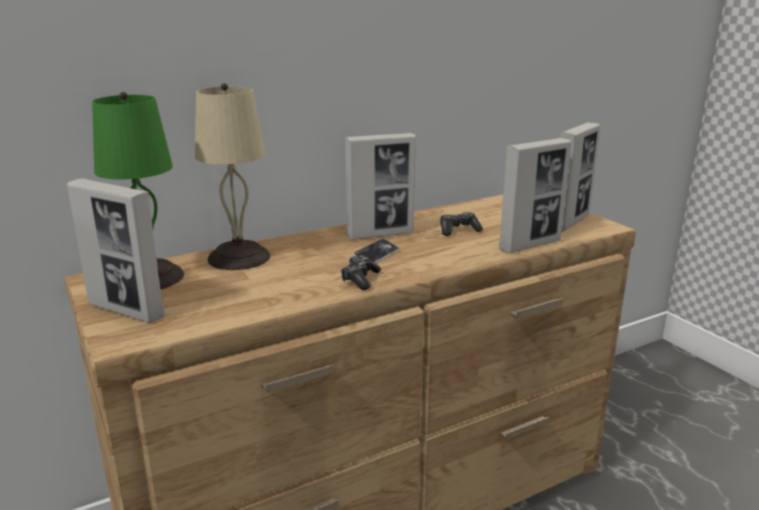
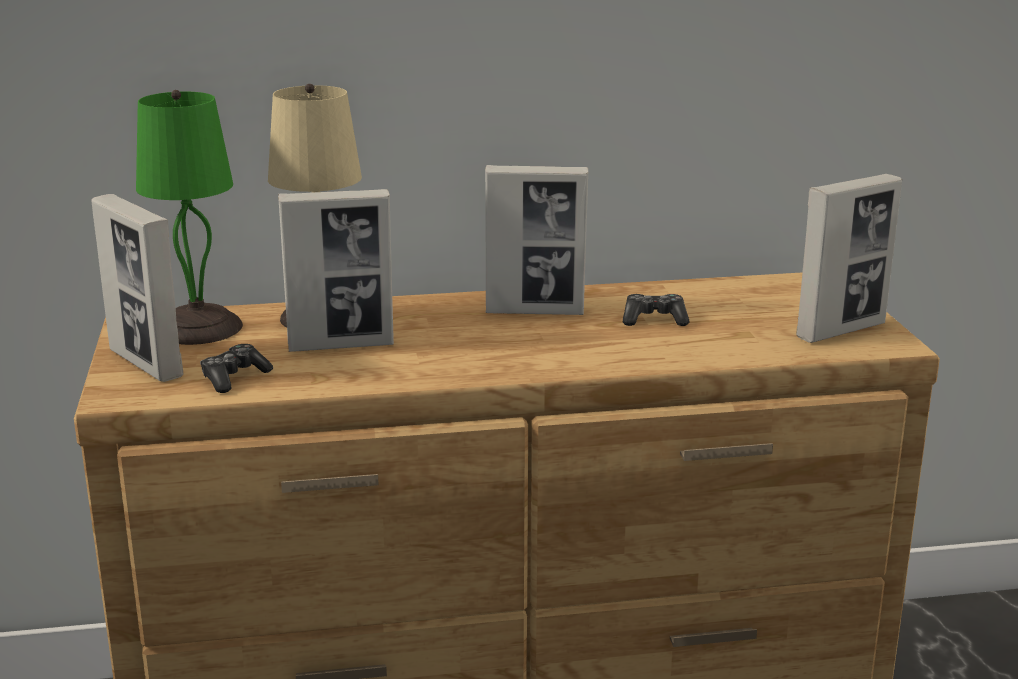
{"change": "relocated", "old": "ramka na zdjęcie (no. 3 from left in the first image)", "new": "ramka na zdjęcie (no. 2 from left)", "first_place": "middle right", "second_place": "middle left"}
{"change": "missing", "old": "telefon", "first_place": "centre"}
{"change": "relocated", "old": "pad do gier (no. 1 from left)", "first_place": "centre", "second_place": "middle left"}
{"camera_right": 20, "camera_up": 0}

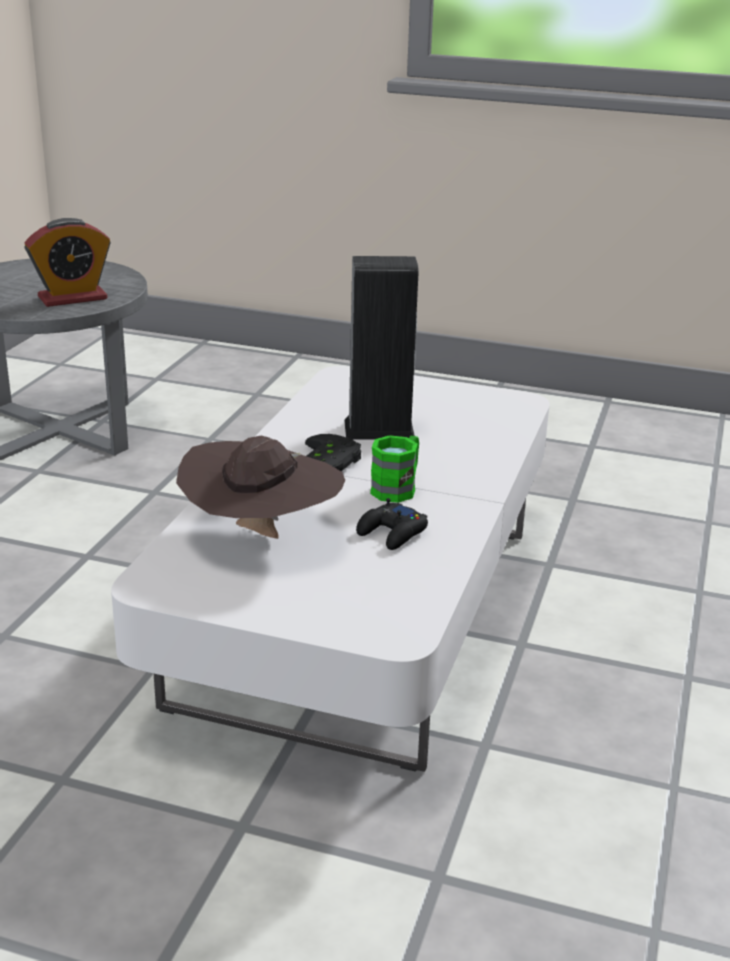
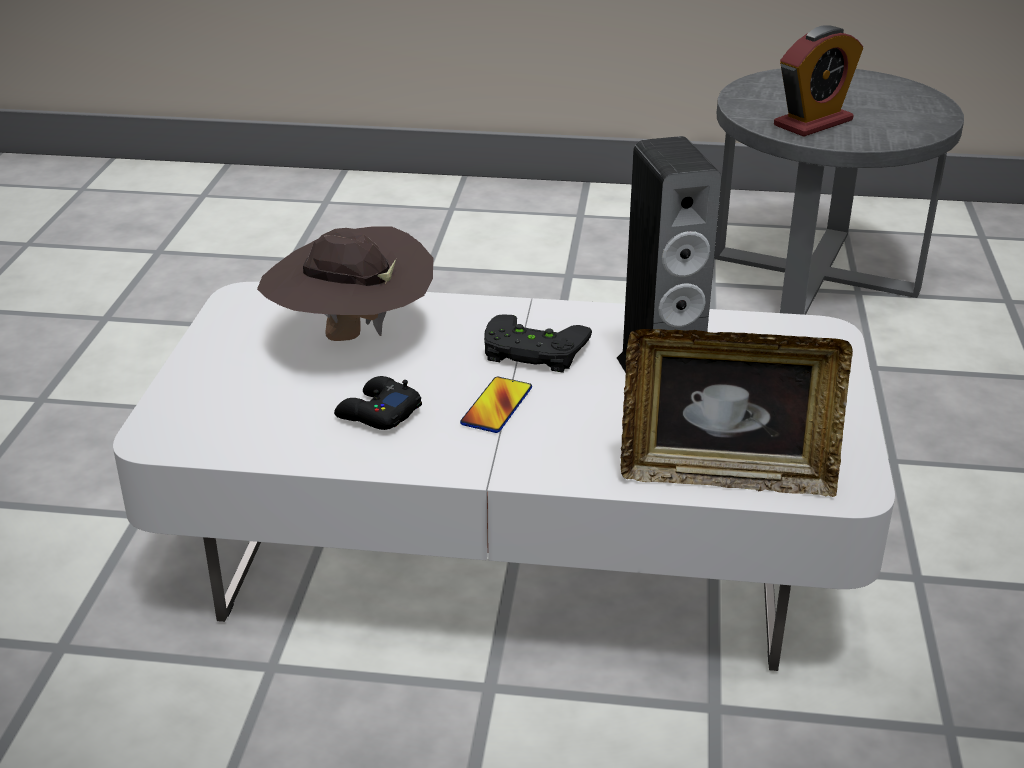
{"change": "spun", "old": "budzik", "first_place": "top left", "second_place": "top right", "degrees": -90}
{"change": "exchanged", "old": "kubek [zielony]", "new": "telefon", "first_place": "centre", "second_place": "centre"}
{"change": "appeared", "new": "ramka na zdjęcie", "second_place": "middle right"}
{"camera_right": 80, "camera_up": 5}

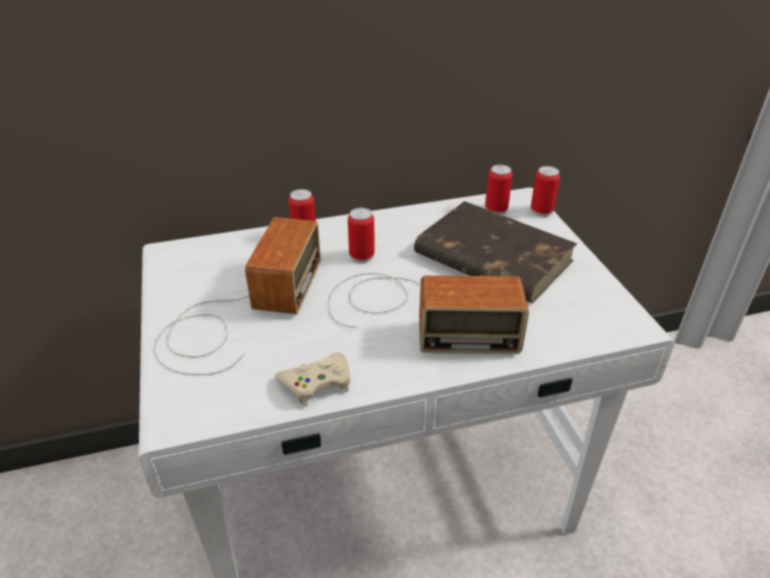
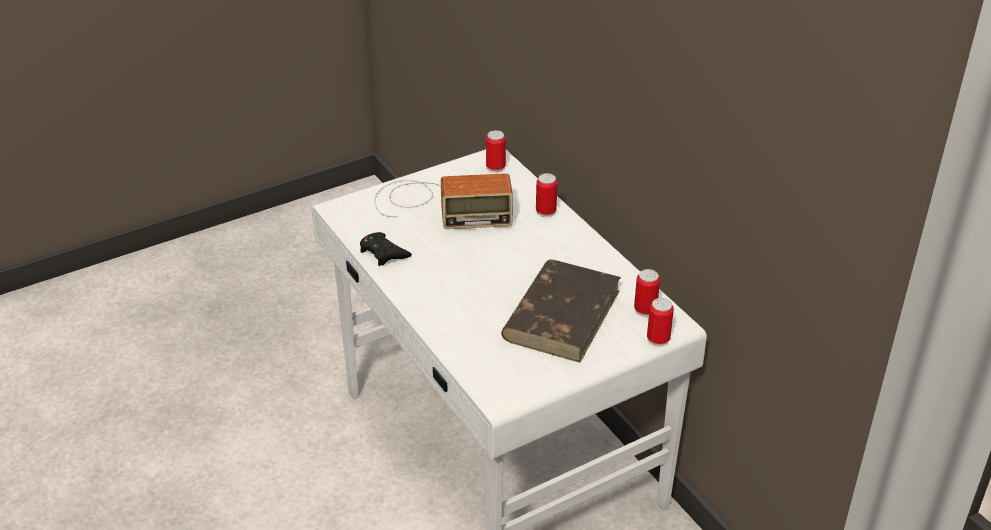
{"change": "relocated", "old": "puszka (no. 2 from left in the first image)", "new": "puszka (no. 1 from left)", "first_place": "centre", "second_place": "top centre"}
{"change": "missing", "old": "radio (no. 2 from left)", "first_place": "centre"}
{"change": "colour", "old": "pad do gier [beżowy]", "new": "pad do gier [czarny]", "first_place": "centre", "second_place": "centre"}
{"camera_right": 75, "camera_up": 0}

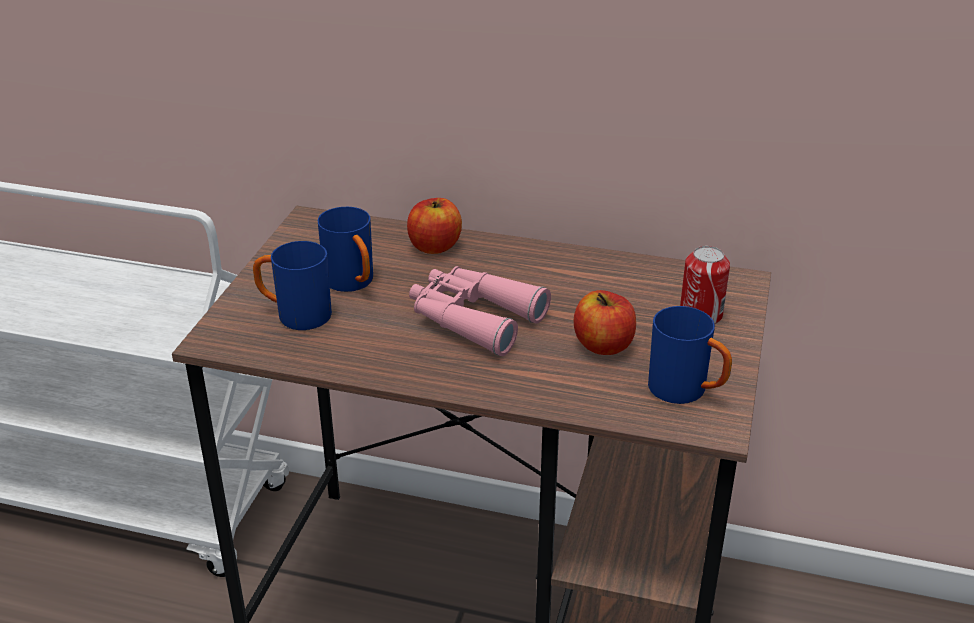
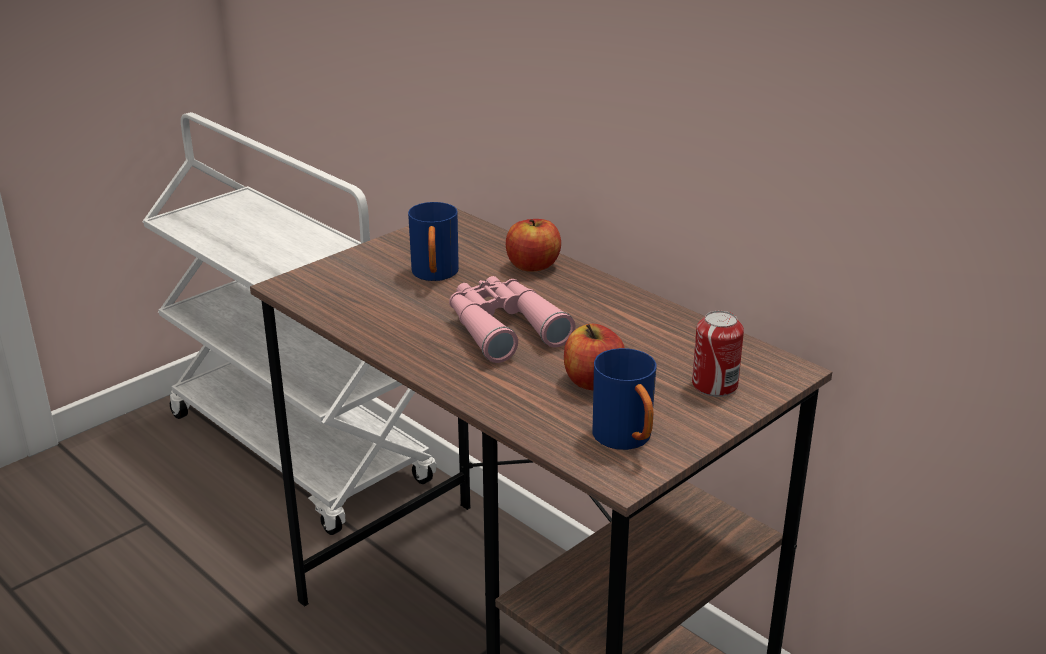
{"change": "missing", "old": "kubek [niebieski] (no. 1 from left)", "first_place": "middle left"}
{"camera_right": 30, "camera_up": -5}

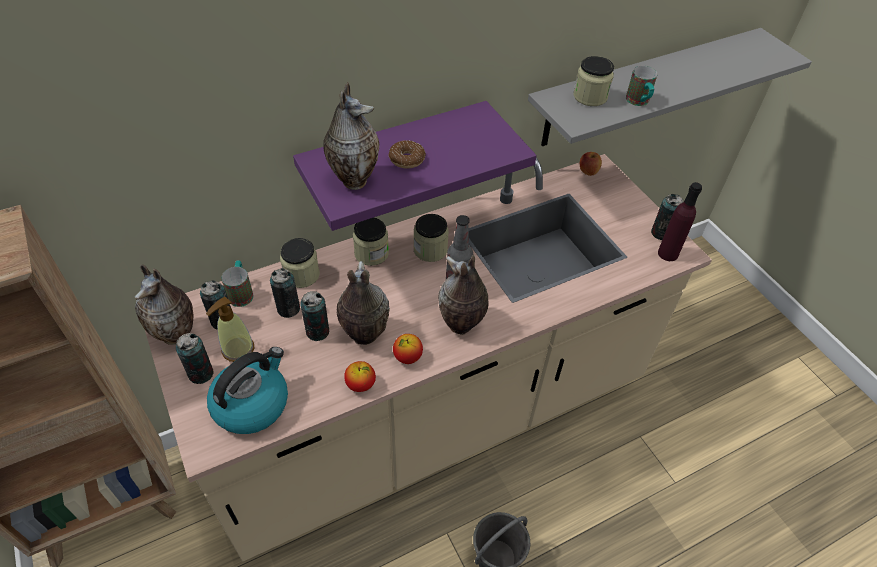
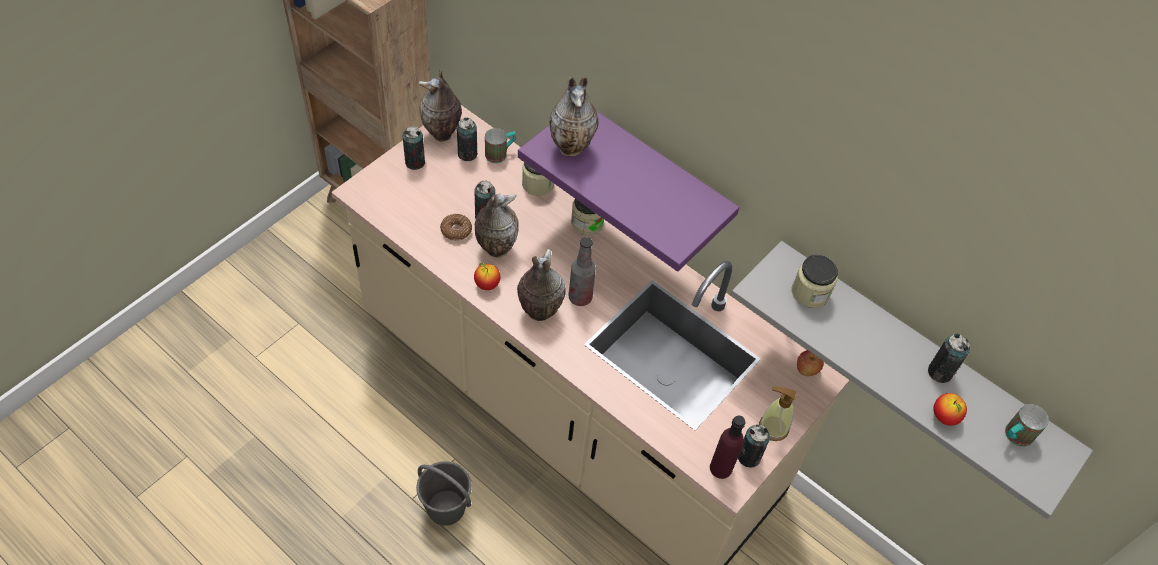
{"change": "relocated", "old": "kubek (no. 2 from left)", "first_place": "top right", "second_place": "bottom right"}
{"change": "relocated", "old": "donut", "first_place": "top centre", "second_place": "centre"}
{"change": "missing", "old": "słoik (no. 3 from left)", "first_place": "centre"}
{"change": "relocated", "old": "puszka (no. 3 from left in the first image)", "new": "puszka (no. 5 from left)", "first_place": "middle left", "second_place": "middle right"}
{"change": "relocated", "old": "dozownik mydła", "first_place": "middle left", "second_place": "bottom right"}
{"change": "missing", "old": "czajnik", "first_place": "bottom left"}
{"change": "relocated", "old": "jabłko (no. 1 from left in the first image)", "new": "jabłko (no. 3 from left)", "first_place": "centre", "second_place": "bottom right"}
{"camera_right": 65, "camera_up": 5}

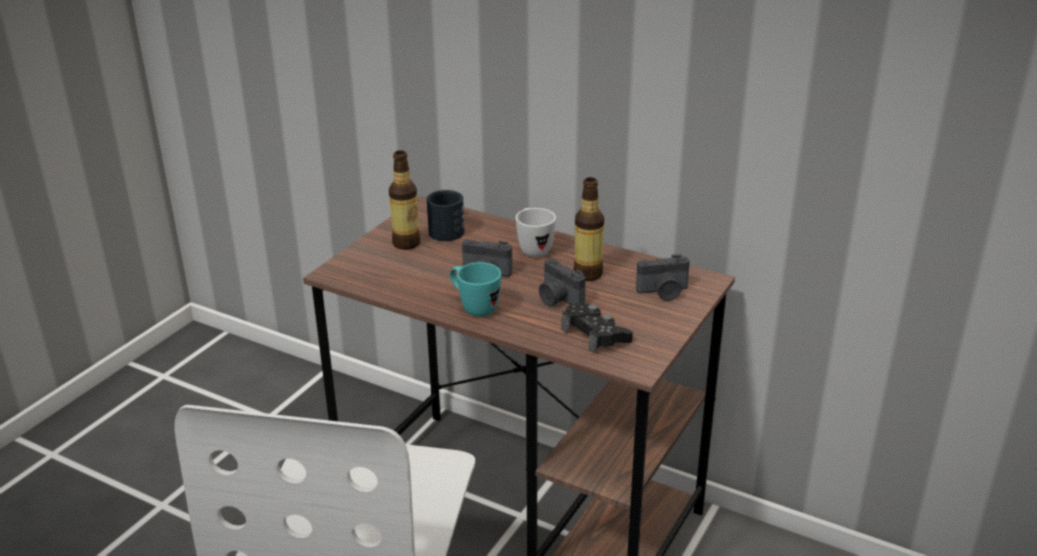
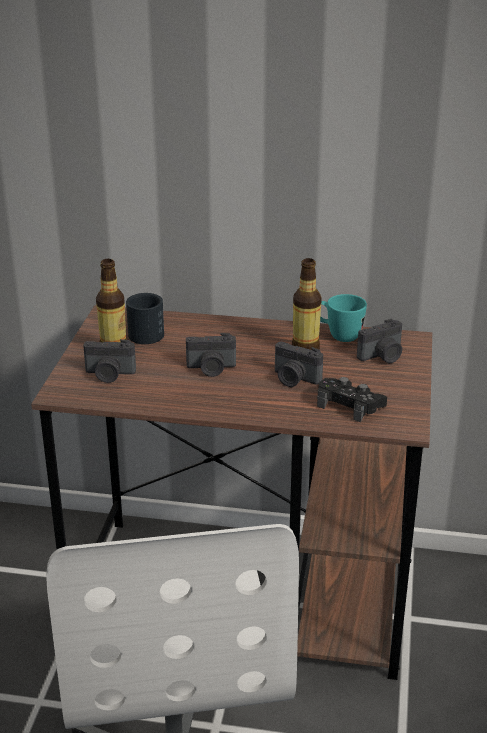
{"change": "missing", "old": "kubek [biały]", "first_place": "centre"}
{"change": "relocated", "old": "kubek [turkusowy]", "first_place": "centre", "second_place": "middle right"}
{"change": "appeared", "new": "aparat fotograficzny (no. 1 from left)", "second_place": "middle left"}
{"camera_right": -20, "camera_up": 0}

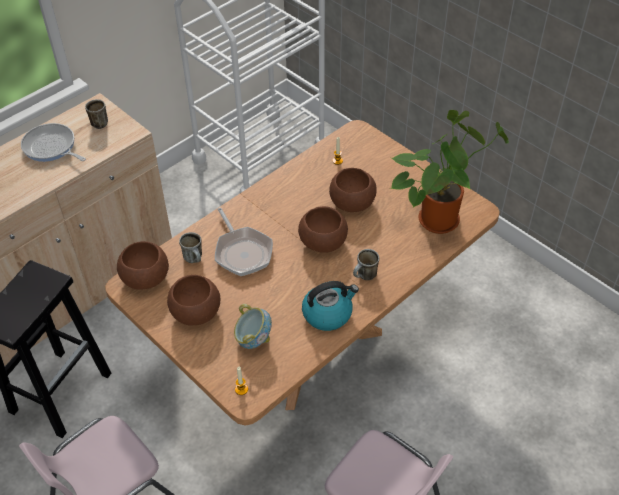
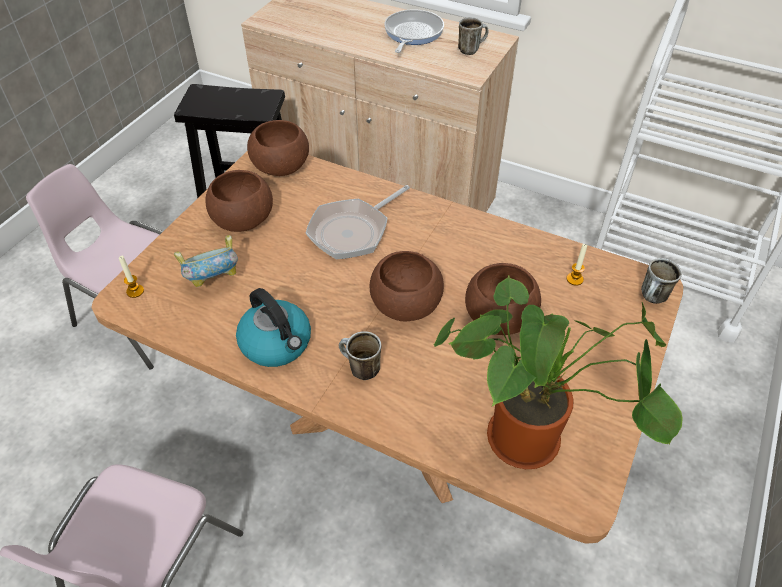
{"change": "relocated", "old": "kubek (no. 2 from left in the first image)", "new": "kubek (no. 3 from left)", "first_place": "middle left", "second_place": "middle right"}
{"camera_right": 70, "camera_up": 0}

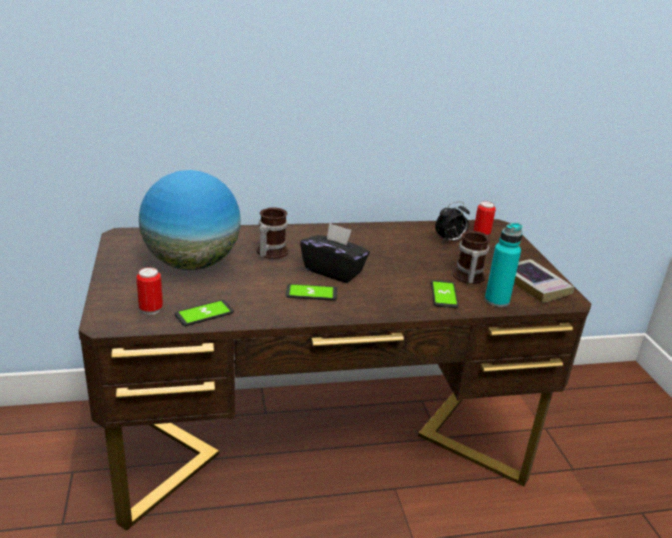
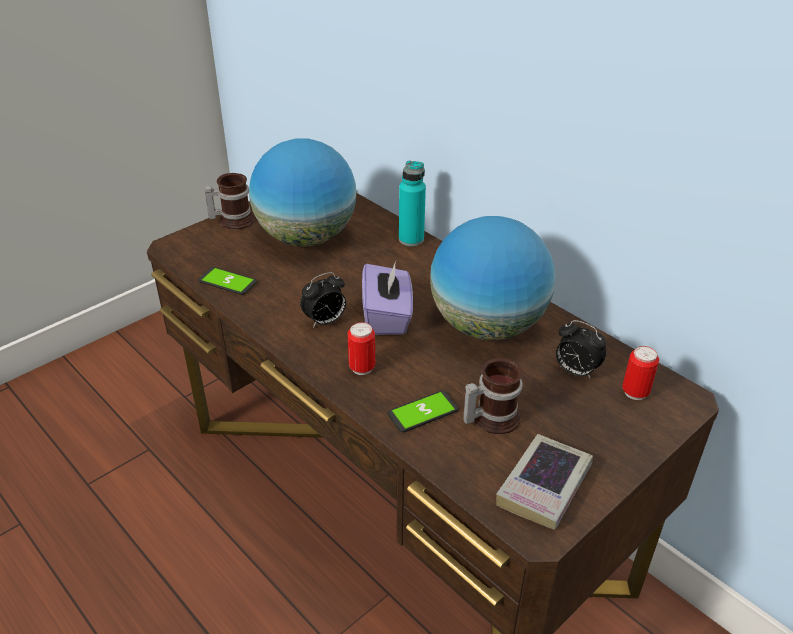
{"change": "relocated", "old": "kubek (no. 1 from left)", "first_place": "centre", "second_place": "top left"}
{"change": "colour", "old": "pudełko chusteczek [czarny]", "new": "pudełko chusteczek [fioletowy]", "first_place": "centre", "second_place": "centre"}
{"change": "relocated", "old": "butelka [turkusowy]", "first_place": "middle right", "second_place": "top centre"}
{"change": "relocated", "old": "puszka (no. 1 from left)", "first_place": "middle left", "second_place": "centre"}
{"change": "exchanged", "old": "telefon (no. 2 from left)", "new": "budzik (no. 1 from left)", "first_place": "centre", "second_place": "centre"}
{"change": "appeared", "new": "globus (no. 2 from left)", "second_place": "centre"}
{"camera_right": 60, "camera_up": 10}

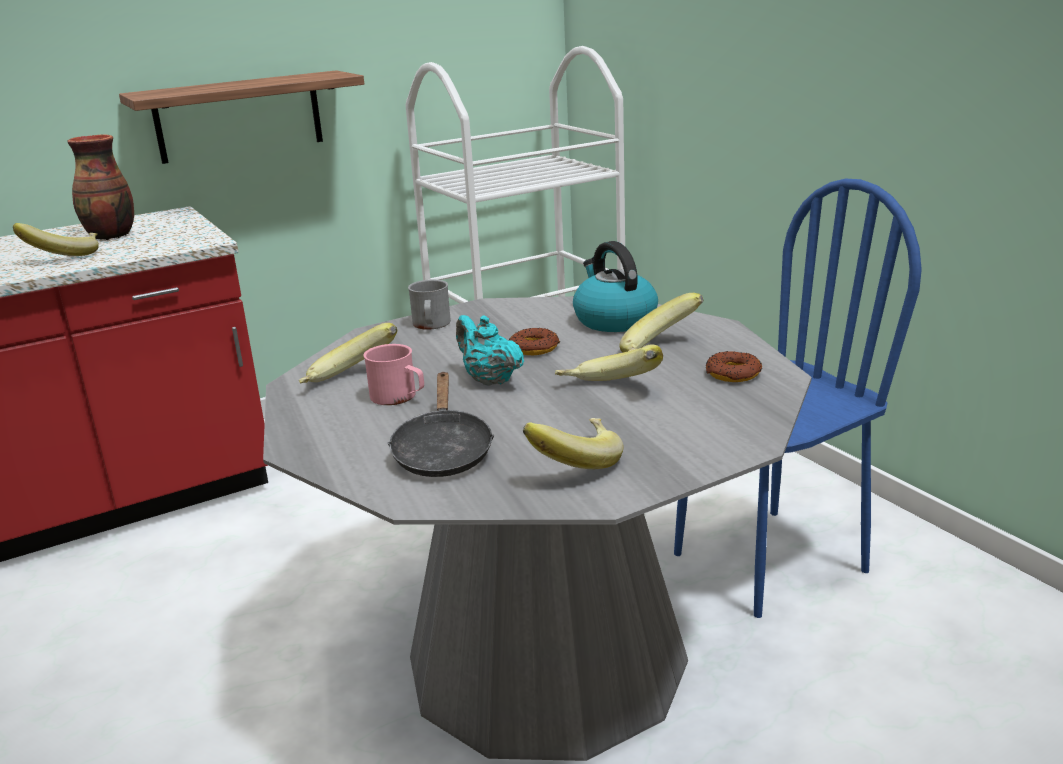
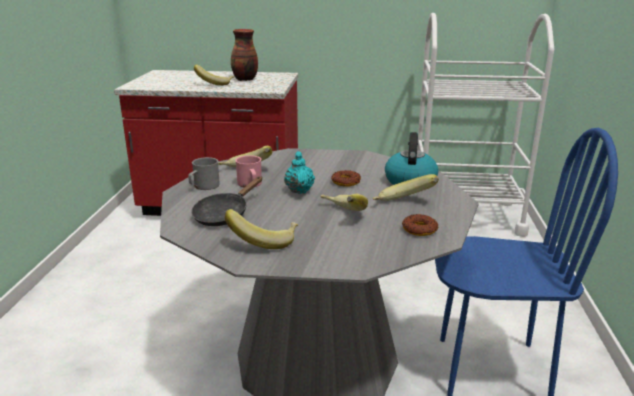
{"change": "missing", "old": "półka", "first_place": "top left"}
{"change": "relocated", "old": "kubek [szary]", "first_place": "centre", "second_place": "middle left"}
{"camera_right": 35, "camera_up": 0}

